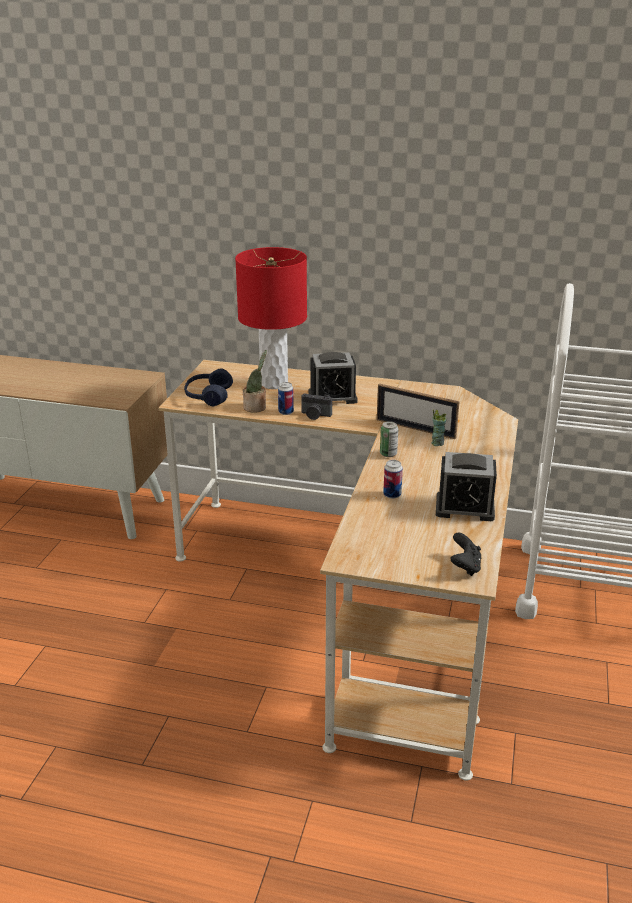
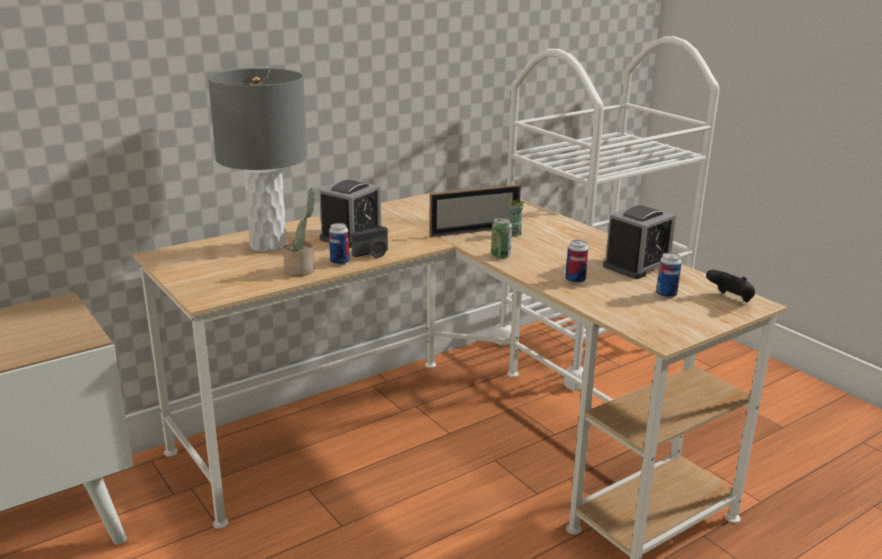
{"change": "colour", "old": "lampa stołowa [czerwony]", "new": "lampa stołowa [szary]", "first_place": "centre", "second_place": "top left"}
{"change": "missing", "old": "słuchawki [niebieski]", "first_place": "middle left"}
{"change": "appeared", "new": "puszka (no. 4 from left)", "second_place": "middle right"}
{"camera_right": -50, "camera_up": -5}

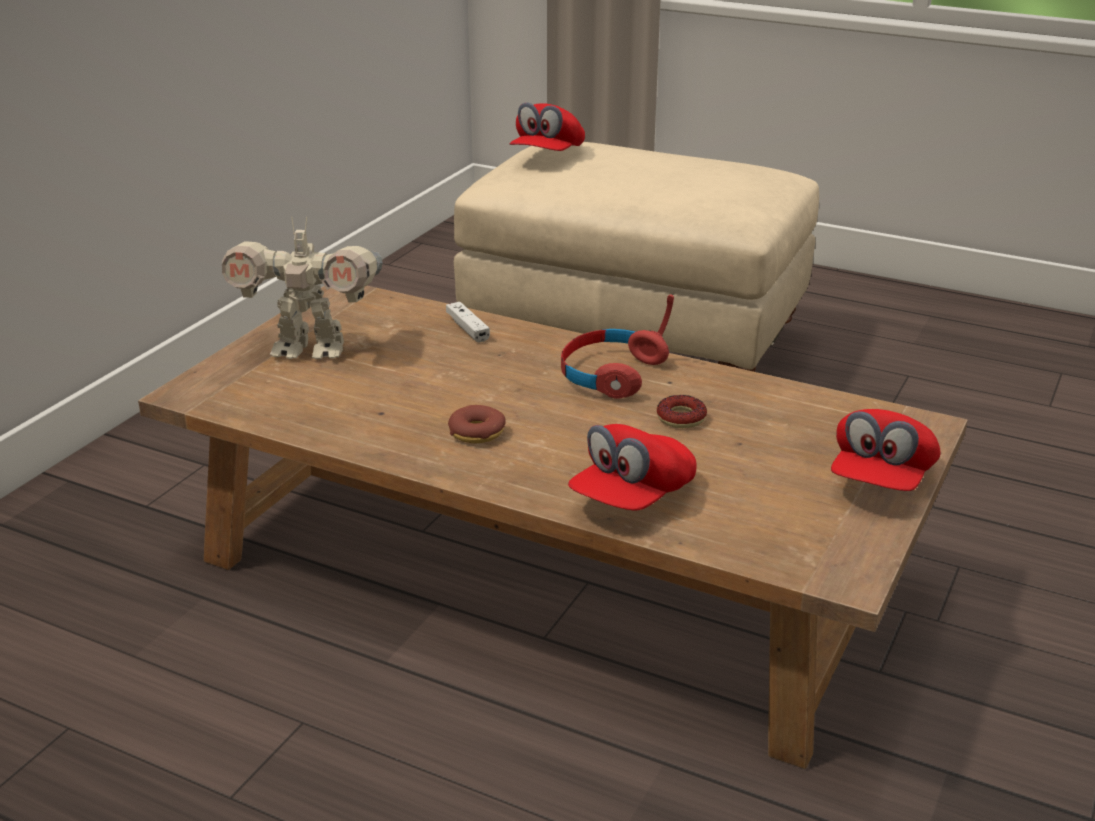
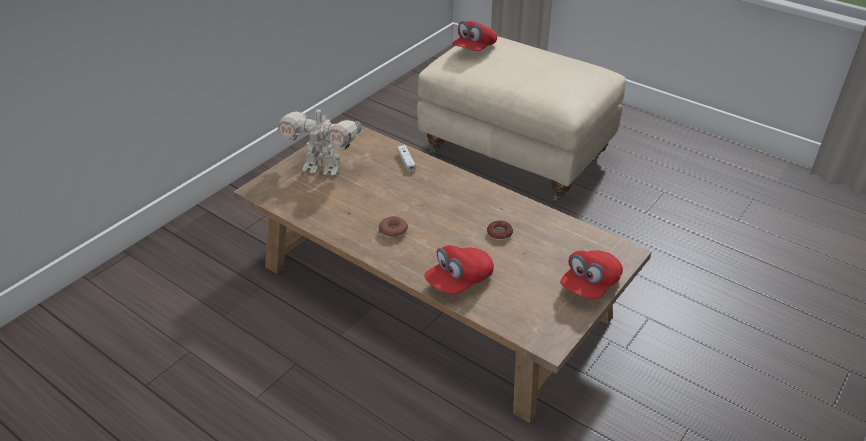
{"change": "missing", "old": "słuchawki [czerwony]", "first_place": "centre"}
{"camera_right": 10, "camera_up": 10}

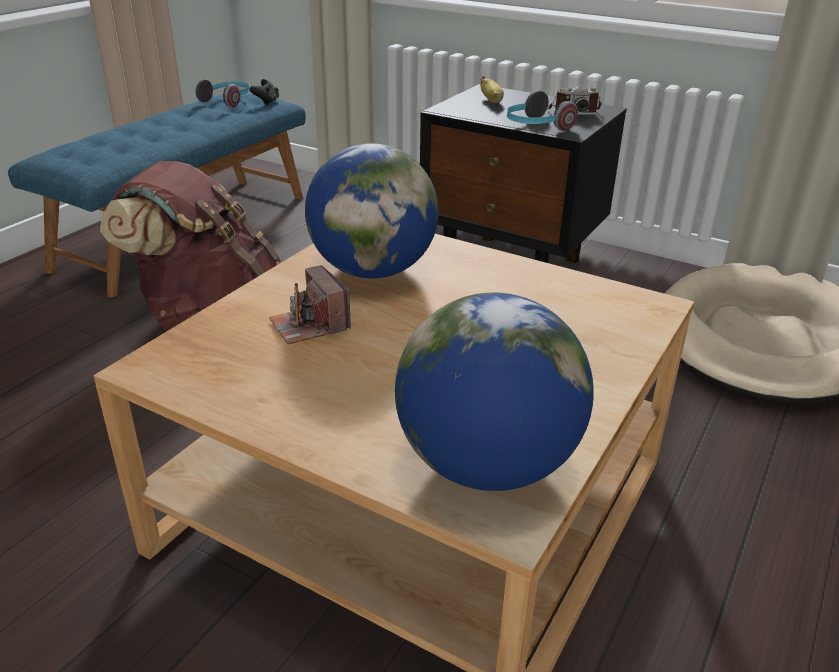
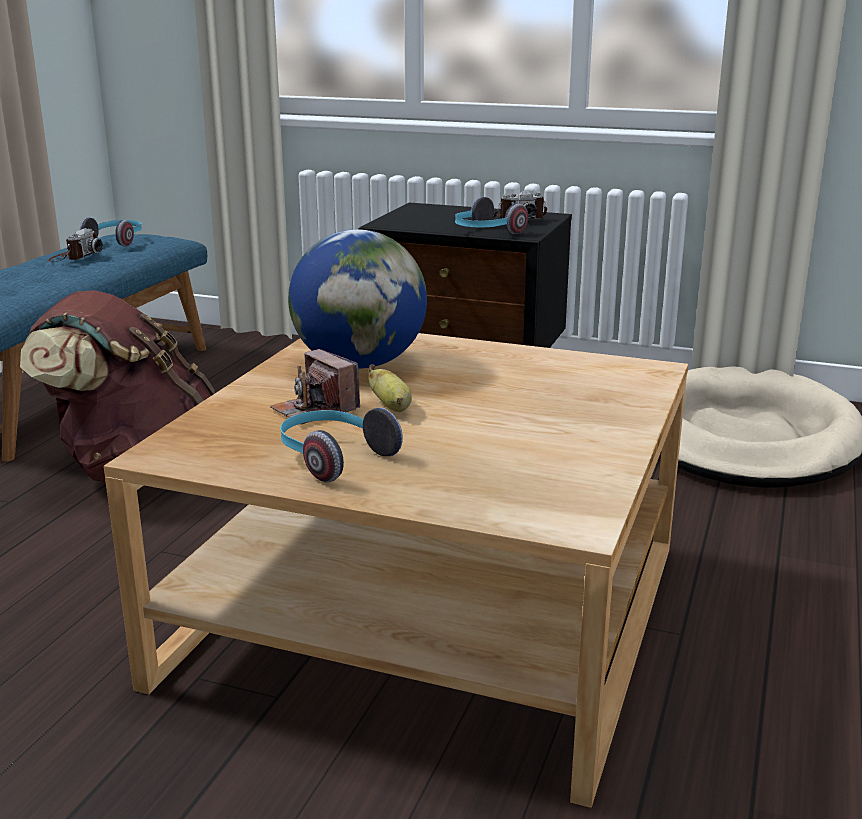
{"change": "relocated", "old": "banan", "first_place": "top centre", "second_place": "centre"}
{"change": "missing", "old": "pad do gier [czarny]", "first_place": "top left"}
{"change": "missing", "old": "globus (no. 2 from left)", "first_place": "centre"}
{"change": "appeared", "new": "aparat fotograficzny (no. 1 from left)", "second_place": "top left"}
{"change": "appeared", "new": "słuchawki (no. 2 from left)", "second_place": "centre"}
{"camera_right": -10, "camera_up": -10}

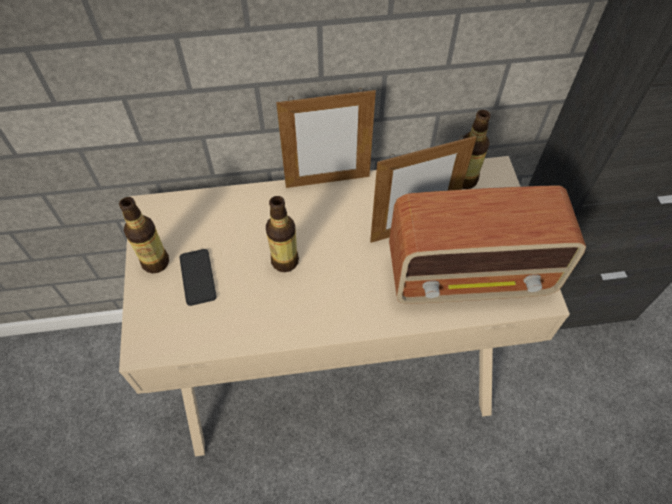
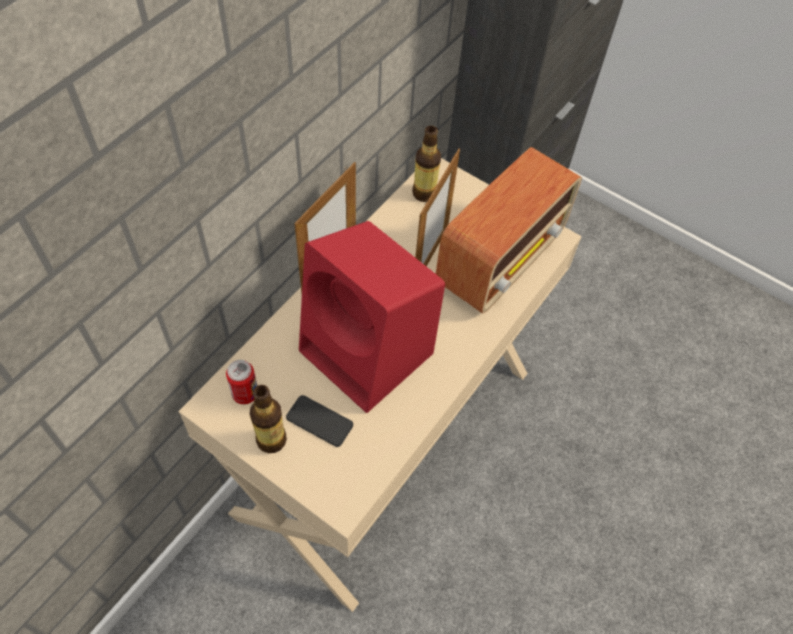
{"change": "exchanged", "old": "butelka (no. 2 from left)", "new": "głośnik [czerwony]", "first_place": "centre", "second_place": "centre"}
{"change": "appeared", "new": "puszka", "second_place": "middle left"}
{"camera_right": -50, "camera_up": 0}

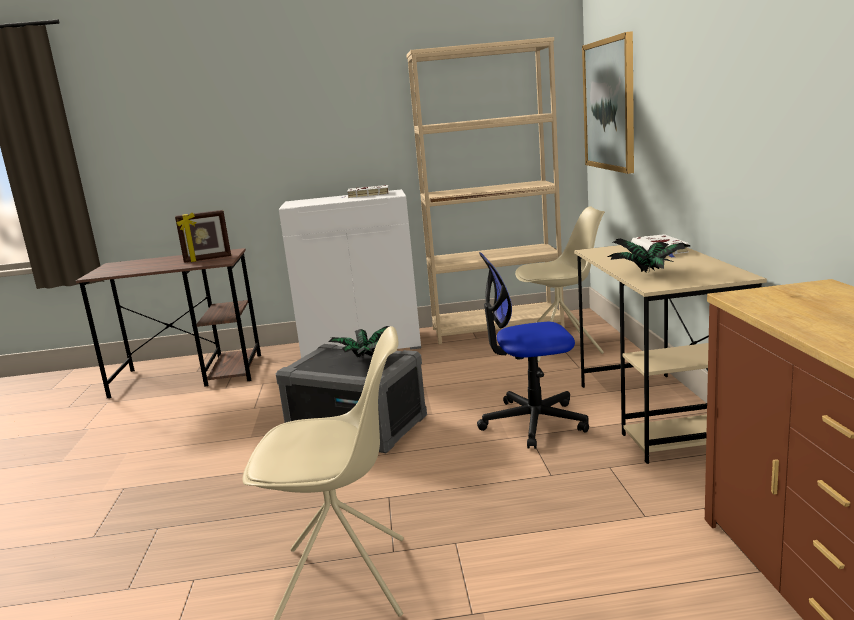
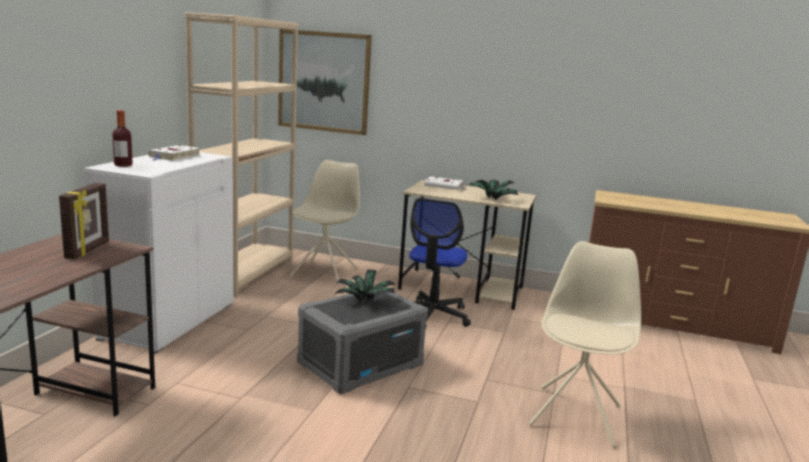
{"change": "appeared", "new": "butelka", "second_place": "top left"}
{"camera_right": -70, "camera_up": 0}

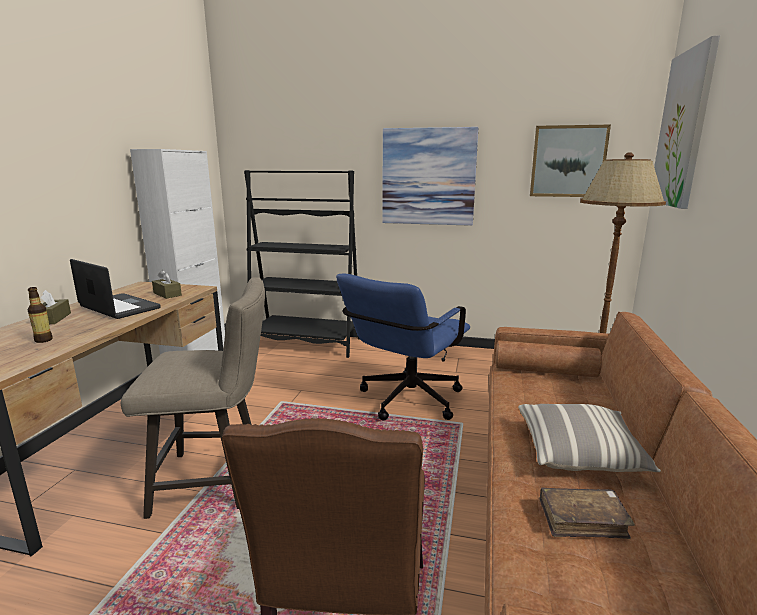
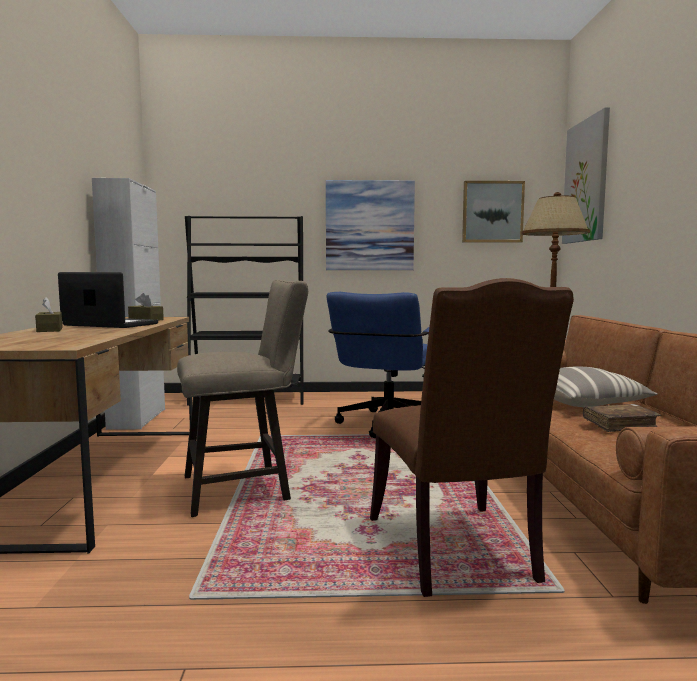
{"change": "missing", "old": "butelka", "first_place": "middle left"}
{"camera_right": -15, "camera_up": -10}

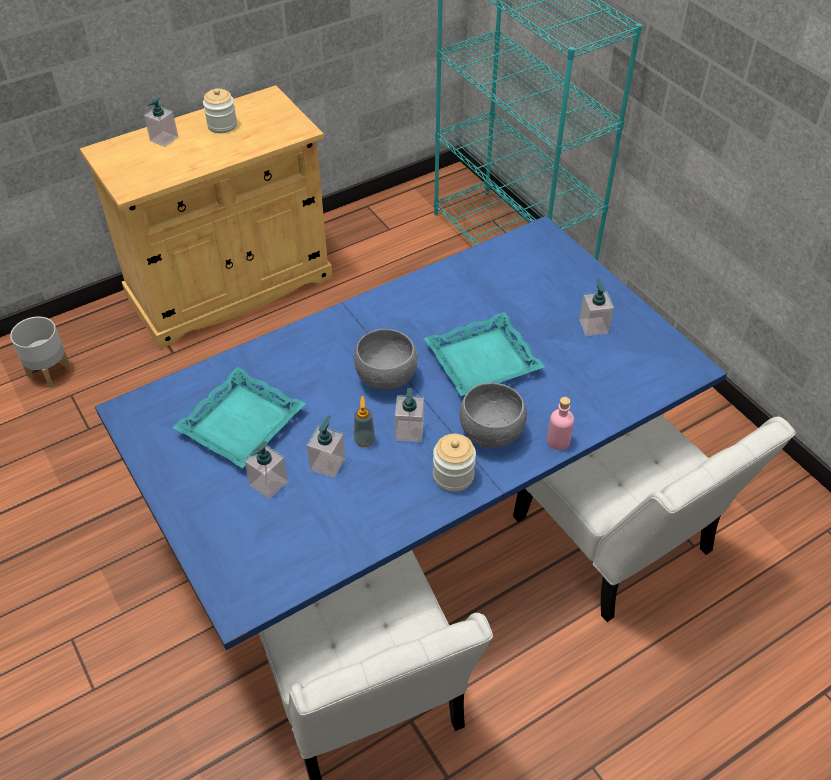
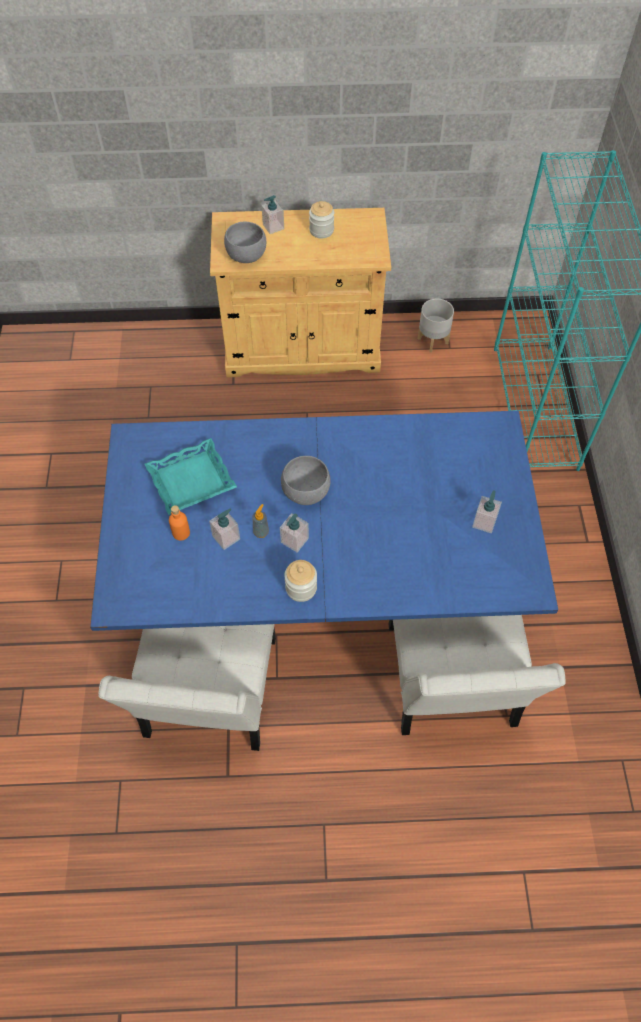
{"change": "missing", "old": "taca [turkusowy] (no. 2 from left)", "first_place": "centre"}
{"change": "relocated", "old": "donica [szary]", "first_place": "middle left", "second_place": "top right"}
{"change": "relocated", "old": "miska [szary] (no. 2 from left in the first image)", "new": "miska [szary] (no. 1 from left)", "first_place": "centre", "second_place": "top centre"}
{"change": "missing", "old": "butelka [różowy]", "first_place": "middle right"}
{"change": "exchanged", "old": "dozownik mydła (no. 2 from left)", "new": "butelka [pomarańczowy]", "first_place": "middle left", "second_place": "middle left"}
{"camera_right": 30, "camera_up": 10}

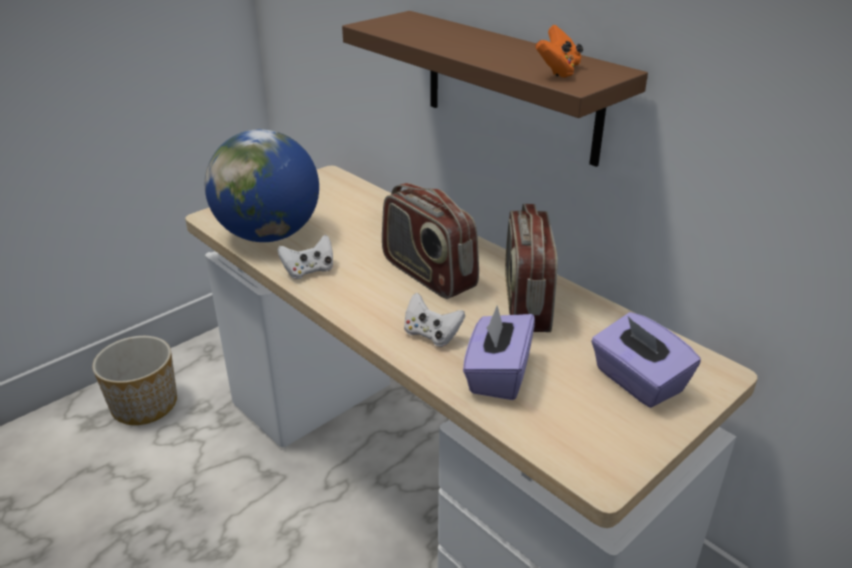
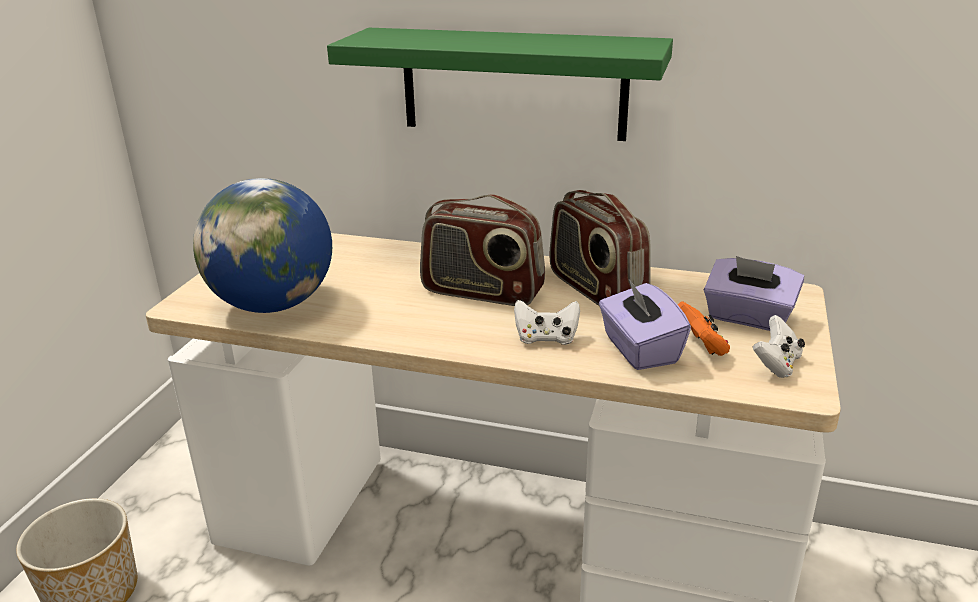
{"change": "colour", "old": "półka [brązowy]", "new": "półka [zielony]", "first_place": "top centre", "second_place": "top centre"}
{"change": "relocated", "old": "pad do gier [pomarańczowy]", "first_place": "top centre", "second_place": "middle right"}
{"change": "relocated", "old": "pad do gier [biały] (no. 1 from left in the first image)", "new": "pad do gier [biały] (no. 2 from left)", "first_place": "centre", "second_place": "middle right"}
{"camera_right": -30, "camera_up": -5}

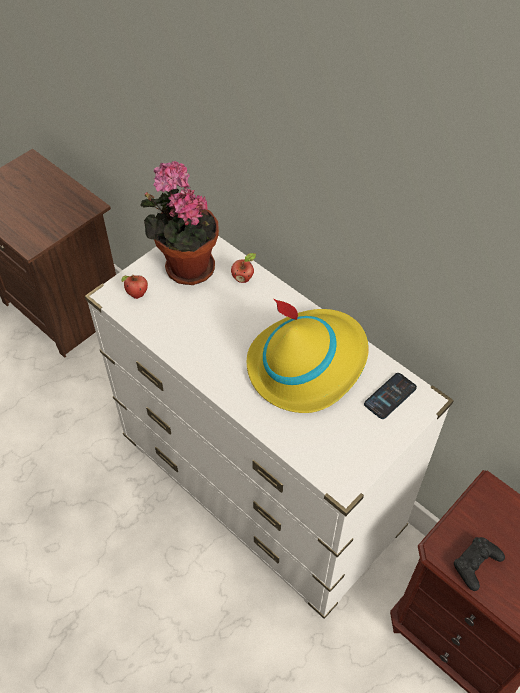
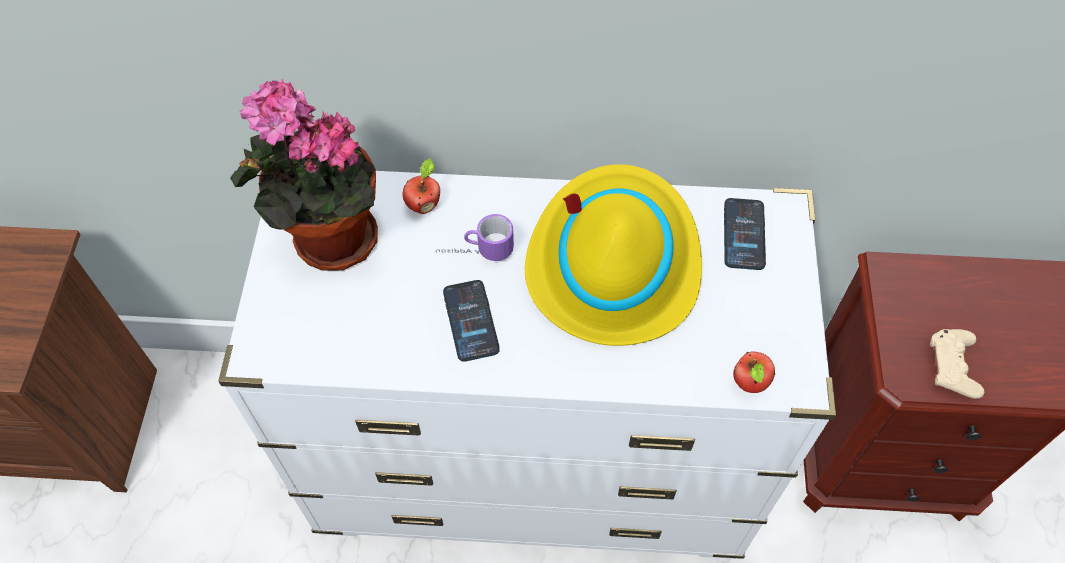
{"change": "relocated", "old": "jabłko (no. 1 from left in the first image)", "new": "jabłko (no. 2 from left)", "first_place": "middle left", "second_place": "middle right"}
{"change": "colour", "old": "pad do gier [czarny]", "new": "pad do gier [beżowy]", "first_place": "bottom right", "second_place": "middle right"}
{"change": "appeared", "new": "kubek", "second_place": "centre"}
{"change": "appeared", "new": "telefon (no. 1 from left)", "second_place": "centre"}
{"camera_right": -40, "camera_up": 5}

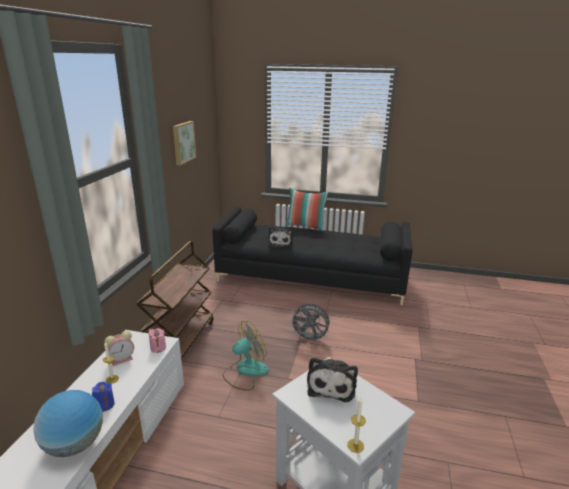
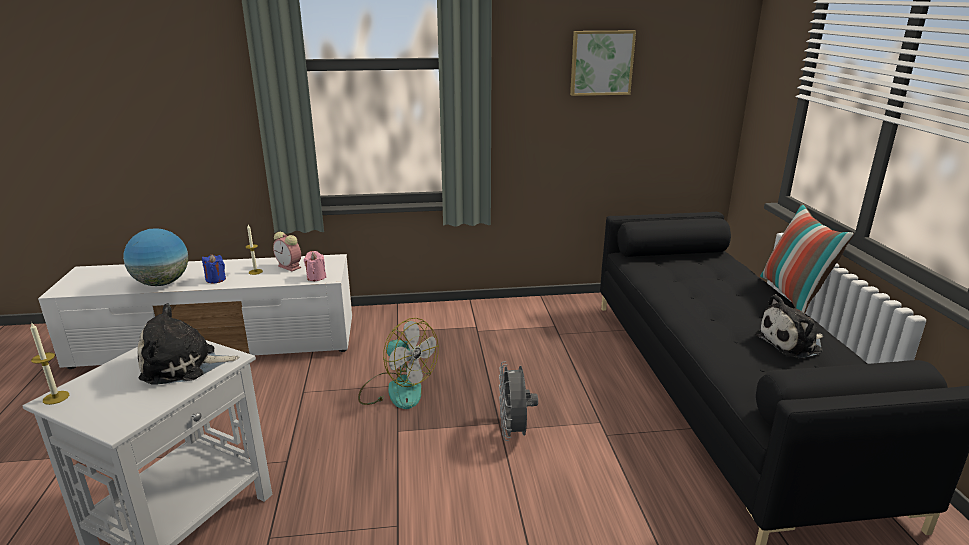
{"change": "relocated", "old": "pluszak (no. 1 from left in the first image)", "new": "pluszak (no. 2 from left)", "first_place": "centre", "second_place": "middle right"}
{"change": "missing", "old": "wózek [brązowy]", "first_place": "middle left"}
{"camera_right": 70, "camera_up": 0}

